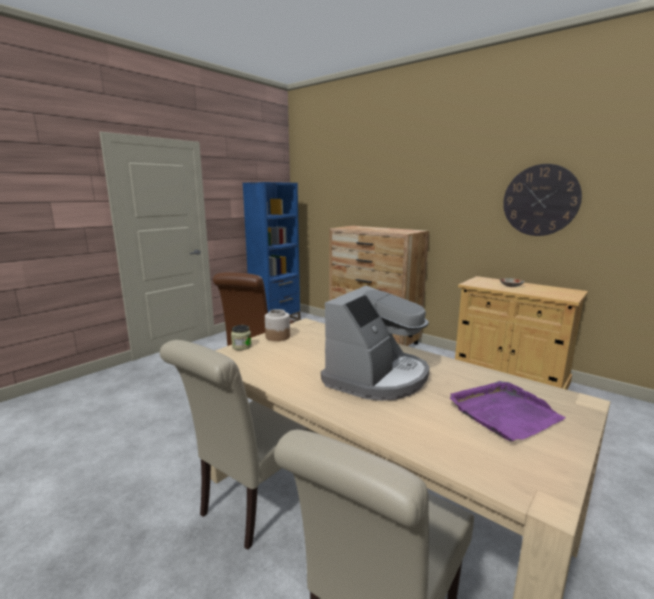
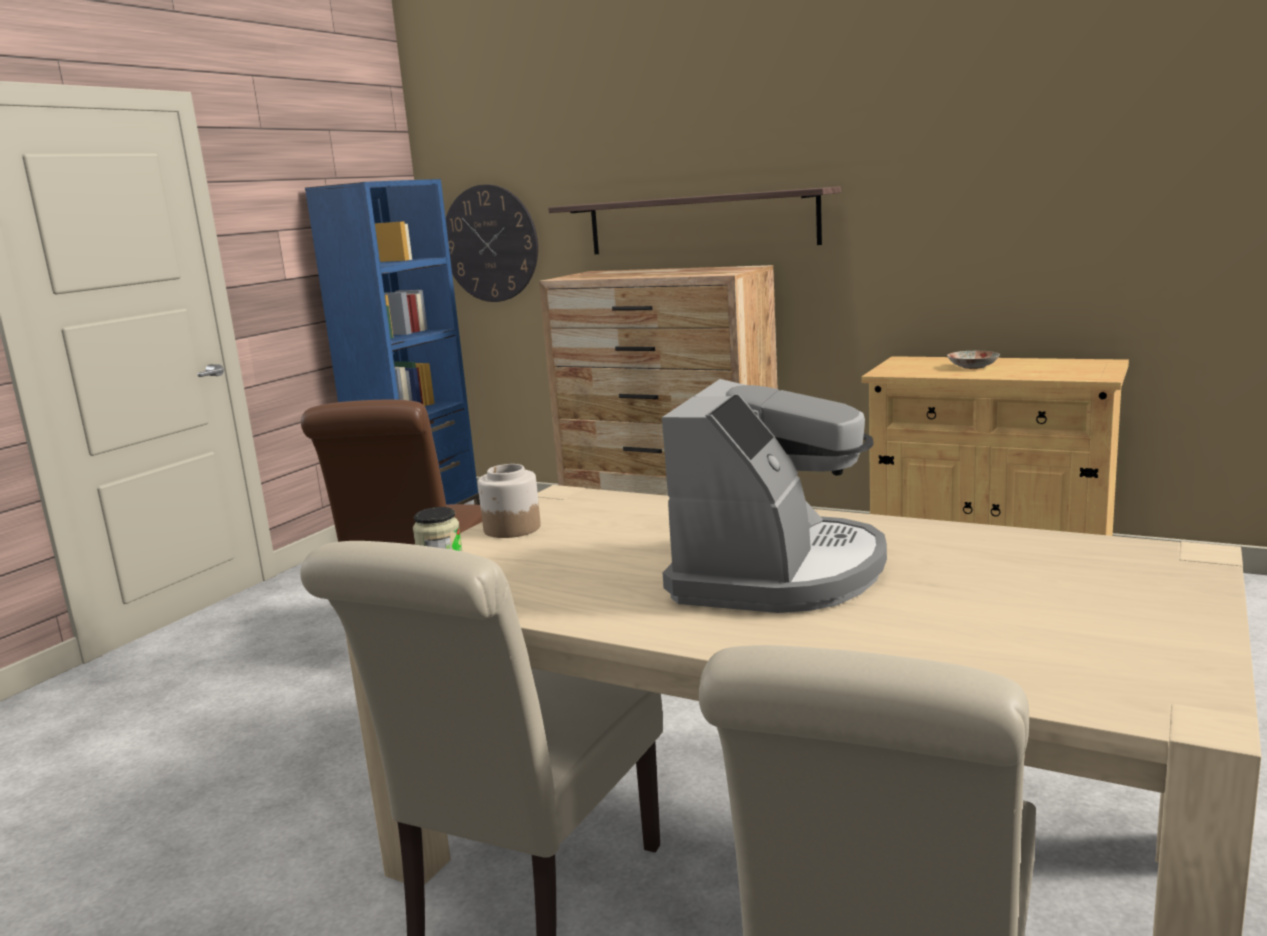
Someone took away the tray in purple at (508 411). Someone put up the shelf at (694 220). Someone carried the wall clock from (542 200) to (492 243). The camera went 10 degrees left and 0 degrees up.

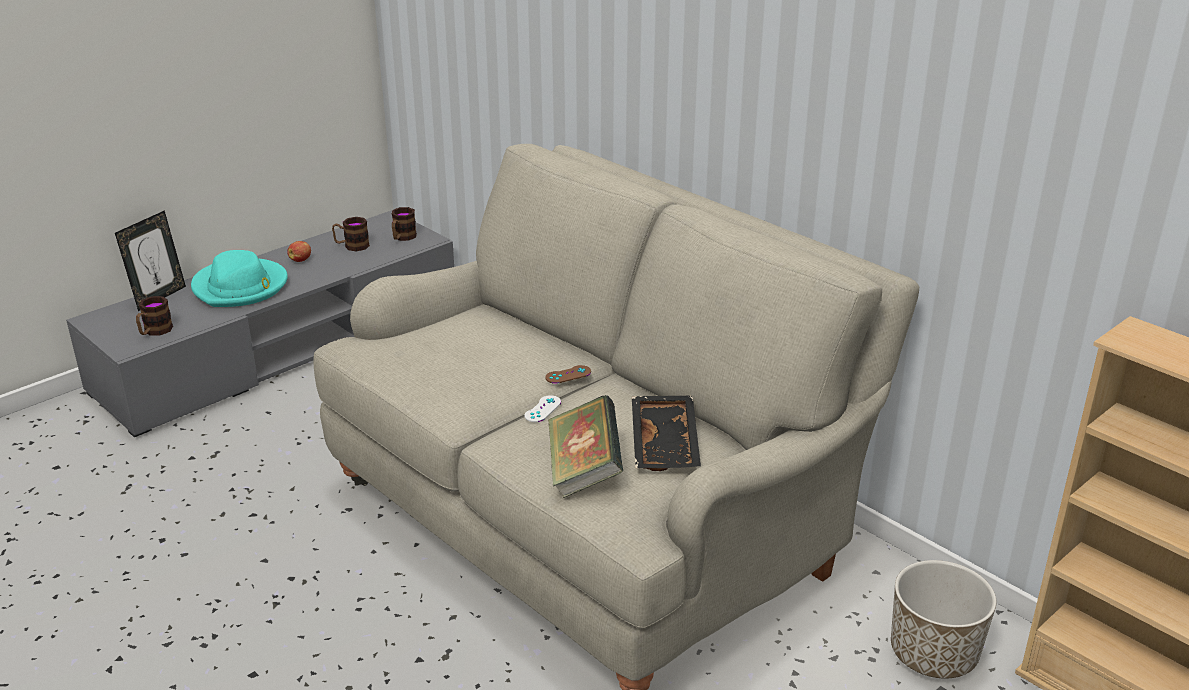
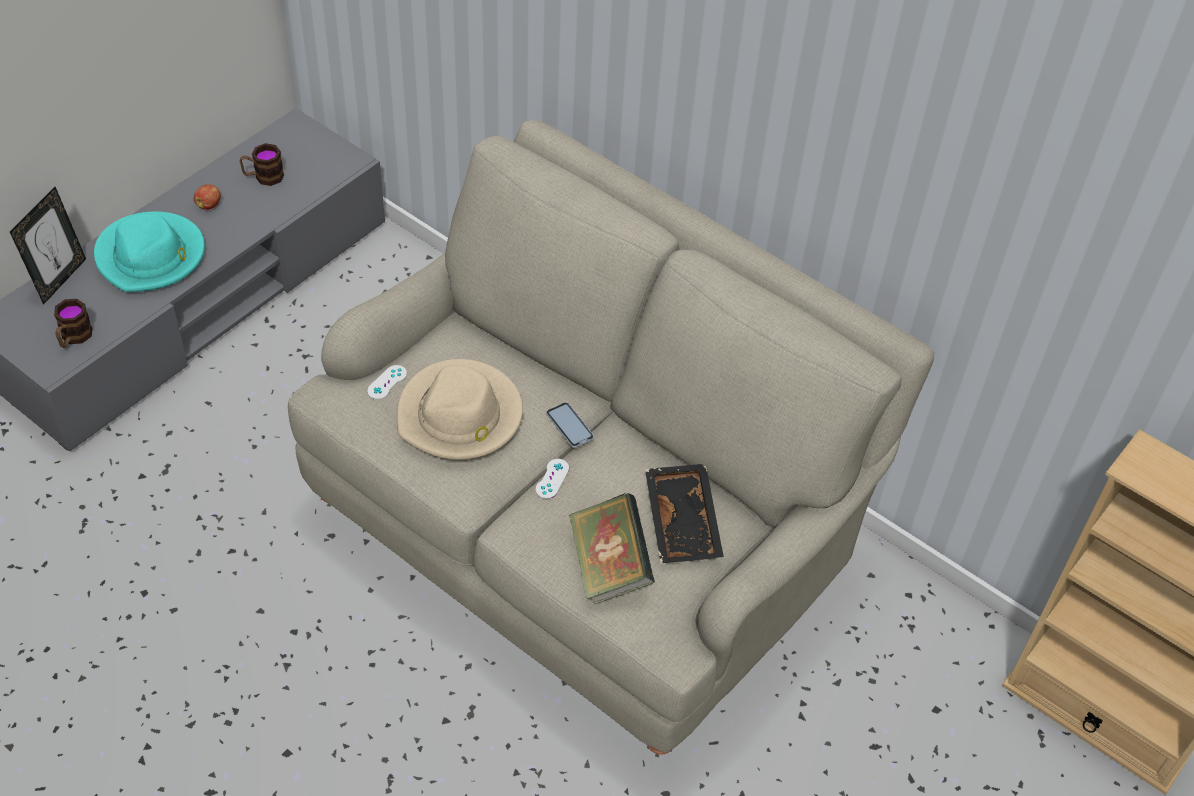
Someone took away the mug at (404 224). Someone took away the planter at (944 619). Someone put down the game controller in white at (387 382). Someone put down the hat in beige at (460 409). Someone swapped the game controller in brown at (568 374) for the phone at (570 425). The camera went 10 degrees left and 20 degrees up.

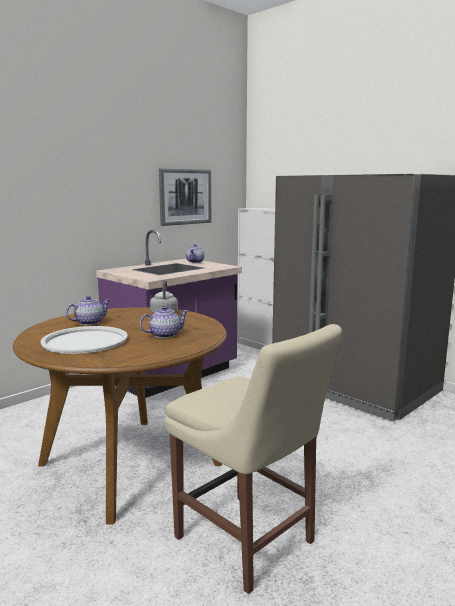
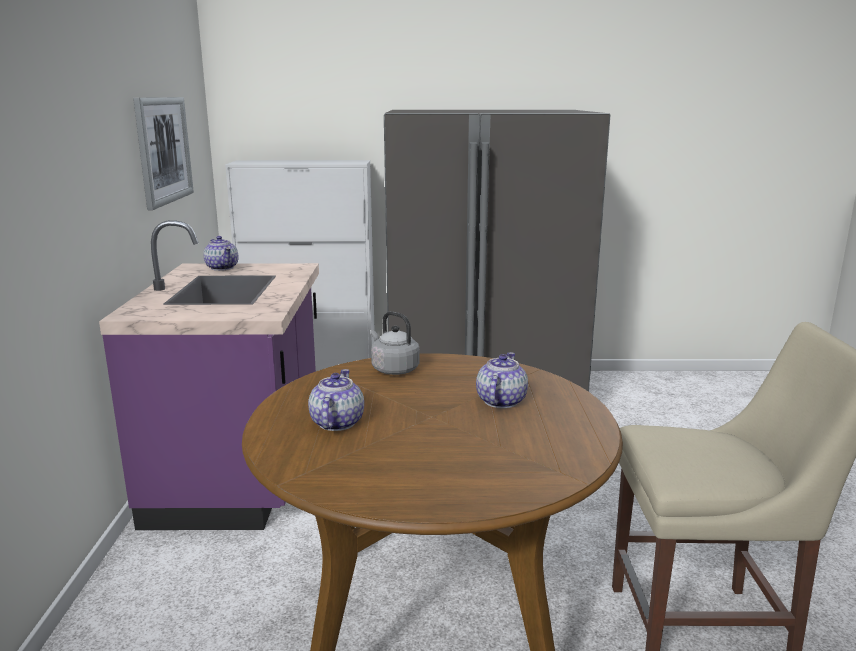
Someone took away the tray in white at (84 340). The camera went 45 degrees left and 5 degrees up.

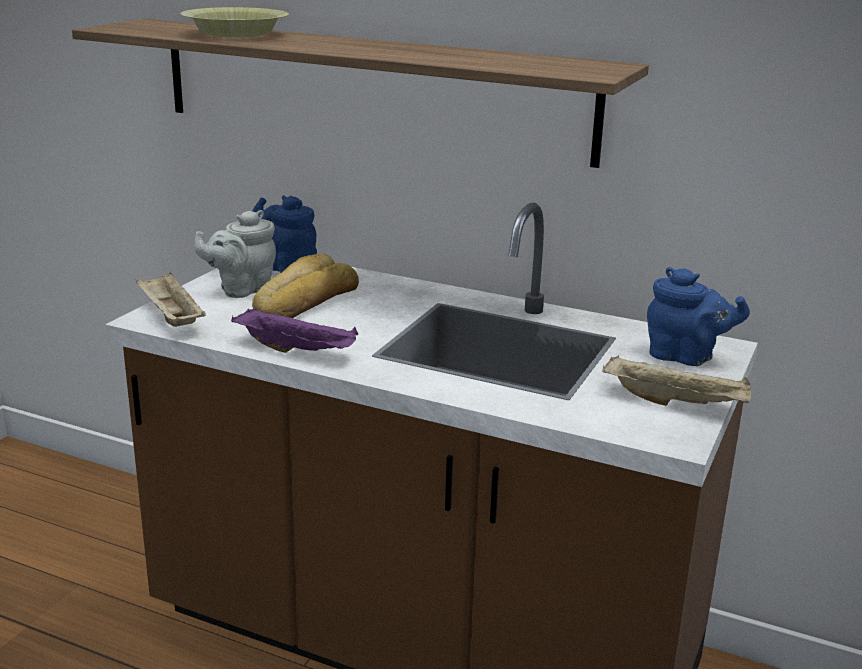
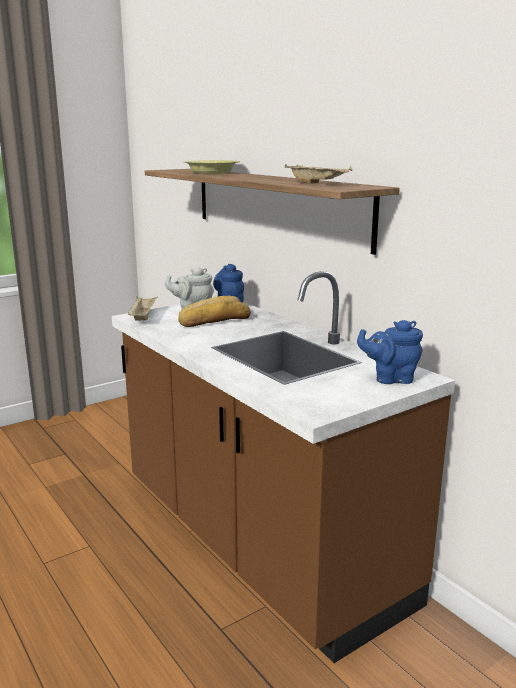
Someone took away the tray in purple at (294 330). Someone carried the tray in beige from (676 380) to (318 174). Someone rotated the teapot in blue at (698 316) by 120 degrees clockwise. The camera went 30 degrees right and 5 degrees down.

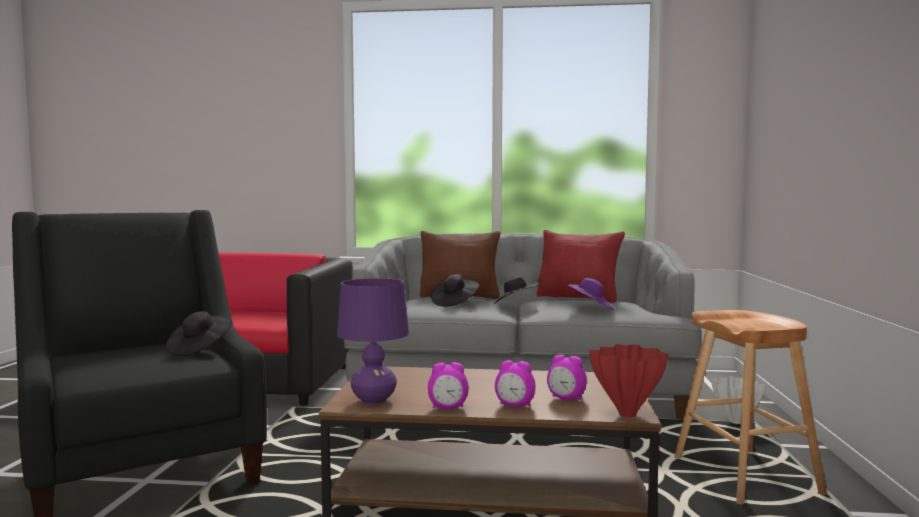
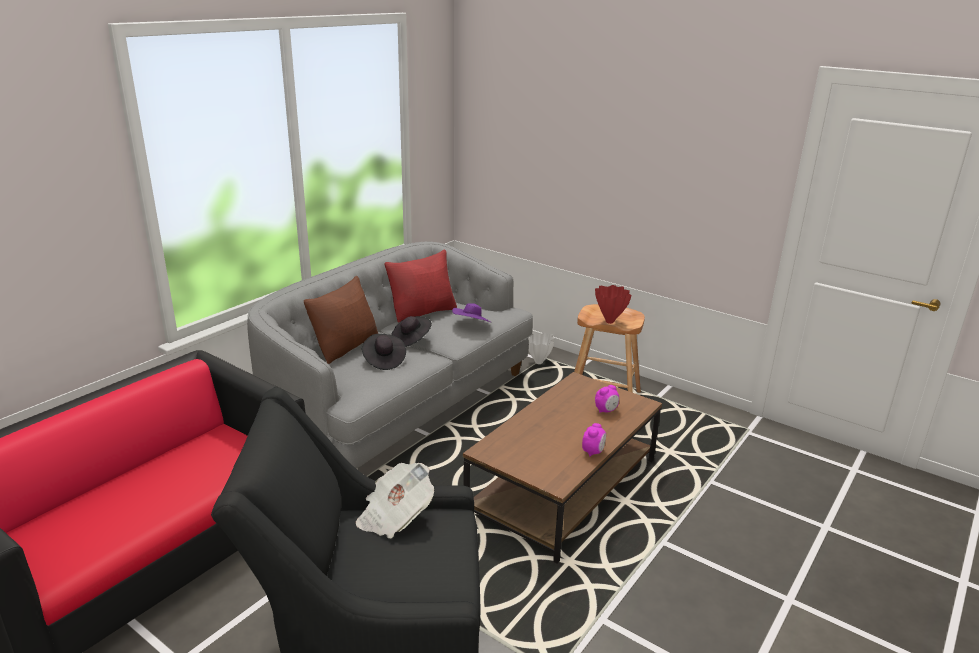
Someone took away the table lamp in purple at (373 341). Someone took away the alarm clock at (515 383). Someone carried the vase in red from (628 381) to (613 304). Someone swapped the hat in black at (199 333) for the newspaper at (395 500). The camera went 60 degrees left and 20 degrees up.

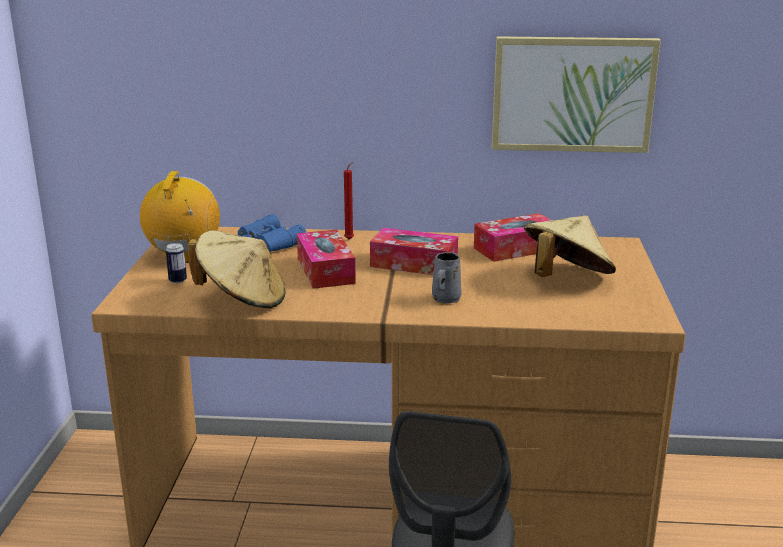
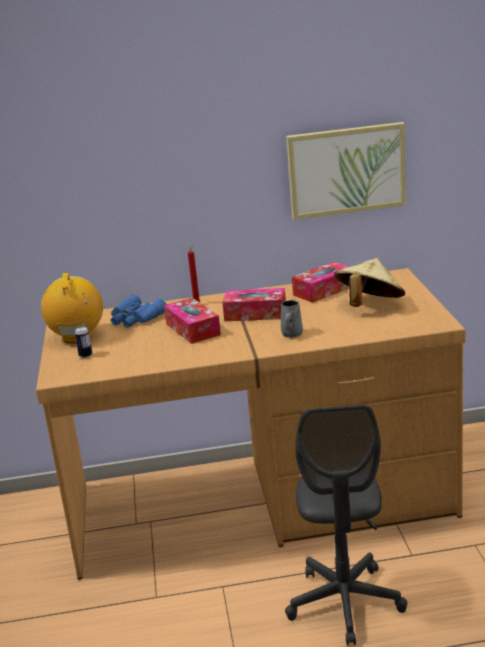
Someone took away the hat in beige at (237 269). The camera went 10 degrees left and 0 degrees up.

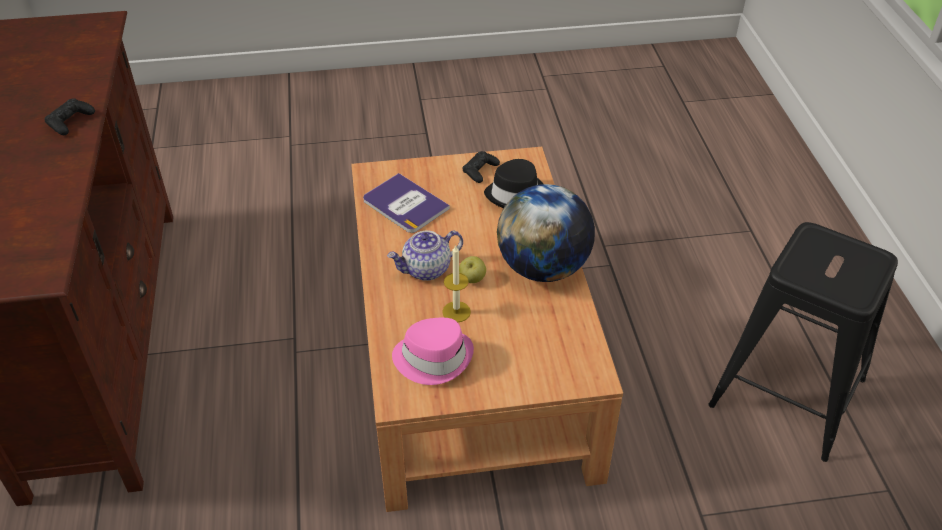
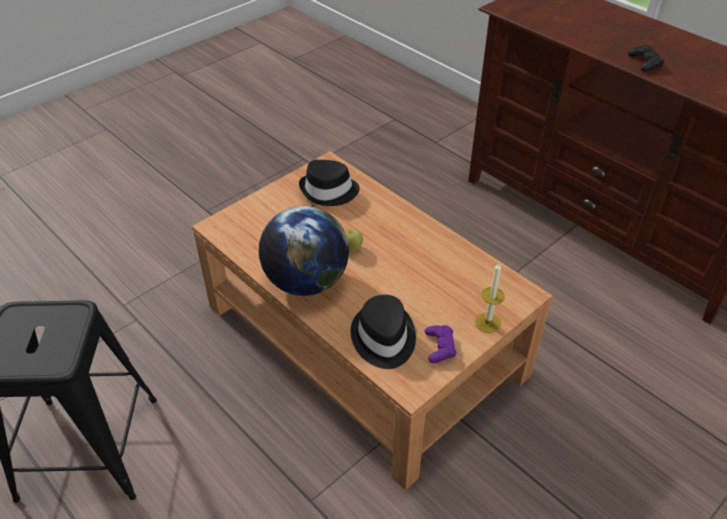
Someone took away the book at (406 203). Someone took away the teapot at (425 256). Someone carried the candle from (456 283) to (490 298). Someone repainted the hat in pink at (433 351), which became the hat in black at (329 183). Someone repainted the game controller in black at (481 167), which became the game controller in purple at (441 344). The camera went 145 degrees right and 0 degrees up.

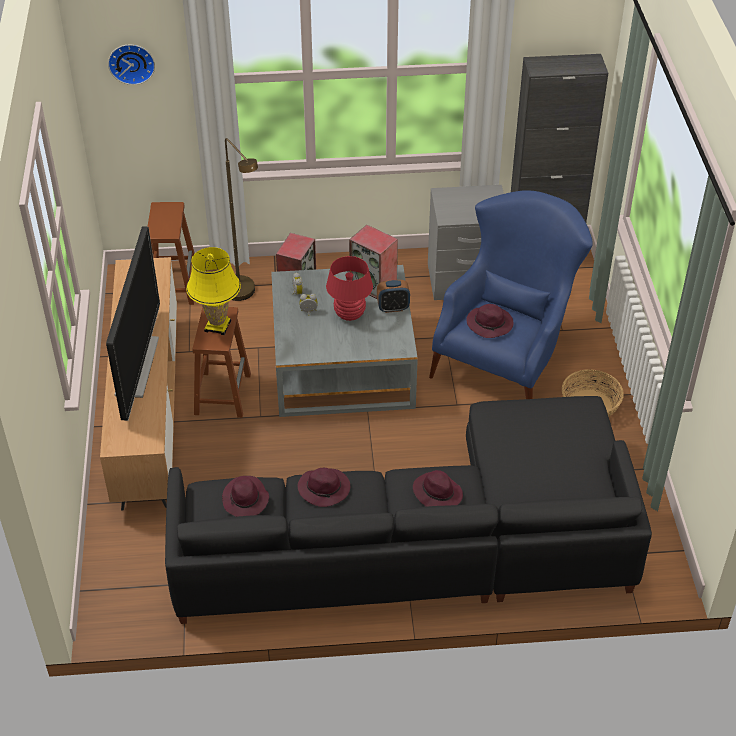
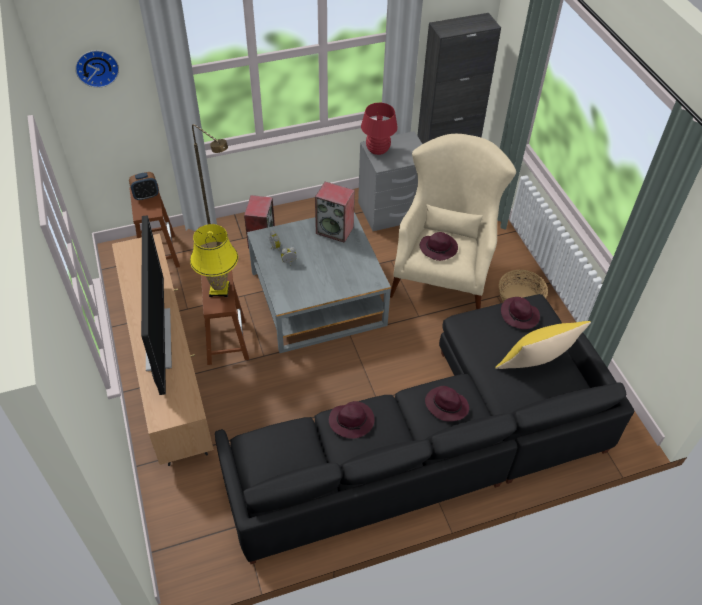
Someone put down the pillow in yellow at (543 345). Someone carried the hat in purple from (245 496) to (520 313). Someone carried the table lamp in red from (349 288) to (379 129). Someone carried the alarm clock from (393 296) to (144 186). Someone repainted the armchair in blue at (511 294), which became the armchair in beige at (453 221). The camera went 15 degrees left and 5 degrees up.

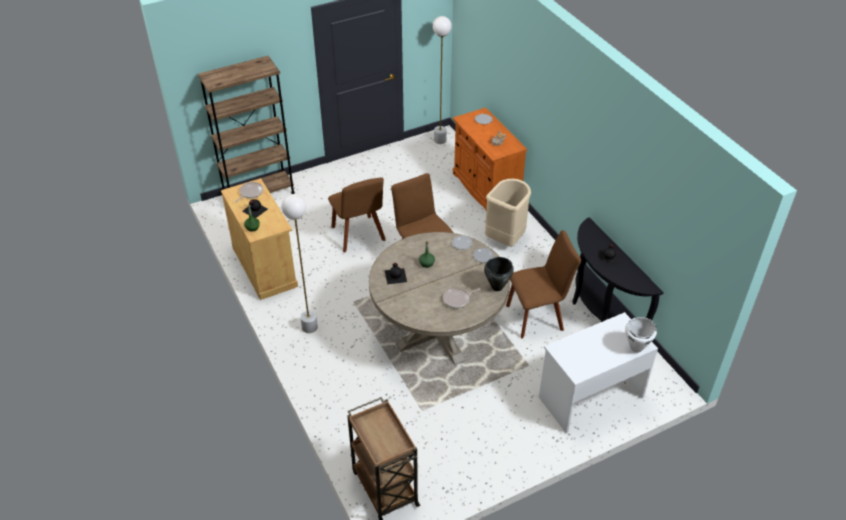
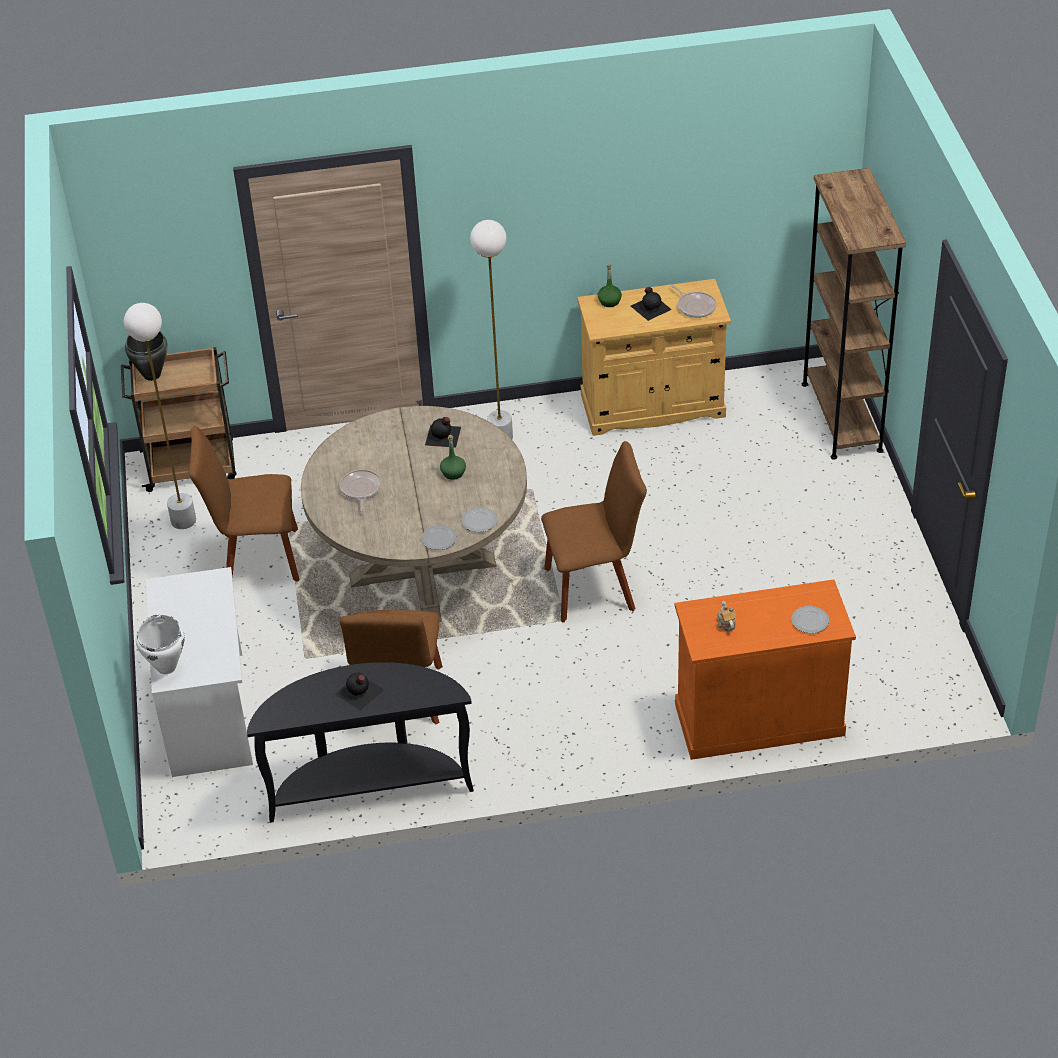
Someone took away the trash can in beige at (508 213). Someone carried the chair in brown from (357 214) to (244 504). Someone carried the floor lamp in white from (442 80) to (160 416). Someone carried the cooking pot in black from (499 274) to (146 356). The camera went 110 degrees right and 0 degrees up.

